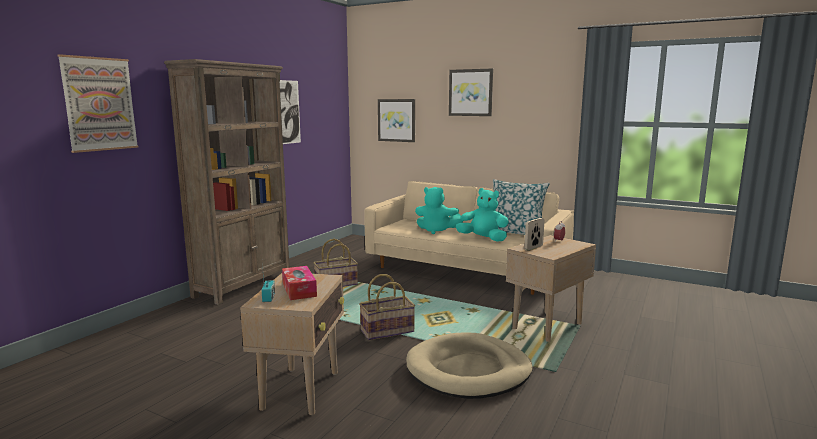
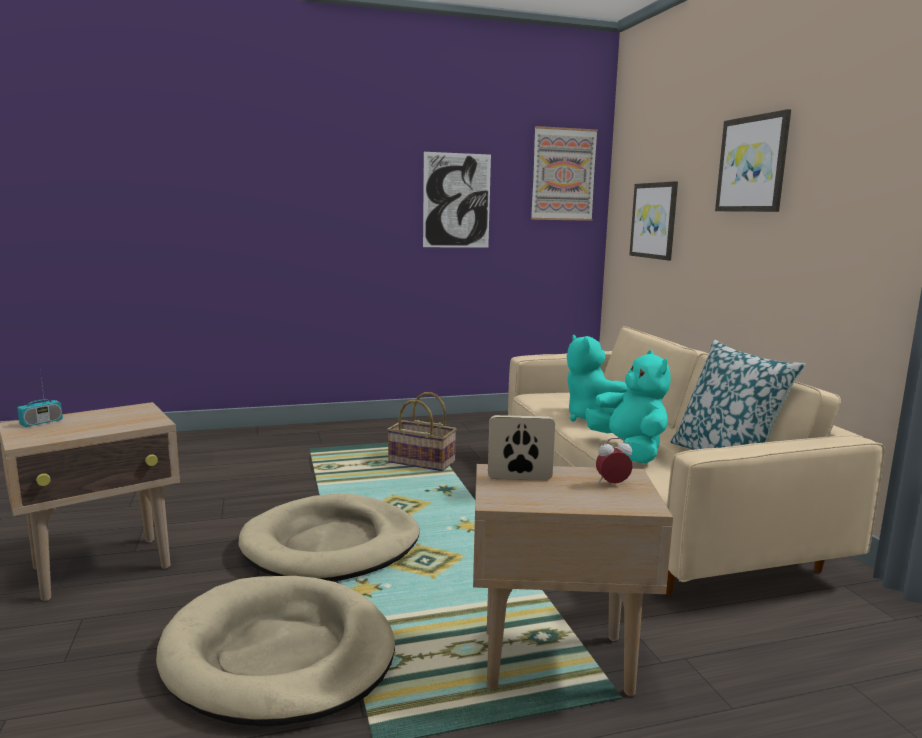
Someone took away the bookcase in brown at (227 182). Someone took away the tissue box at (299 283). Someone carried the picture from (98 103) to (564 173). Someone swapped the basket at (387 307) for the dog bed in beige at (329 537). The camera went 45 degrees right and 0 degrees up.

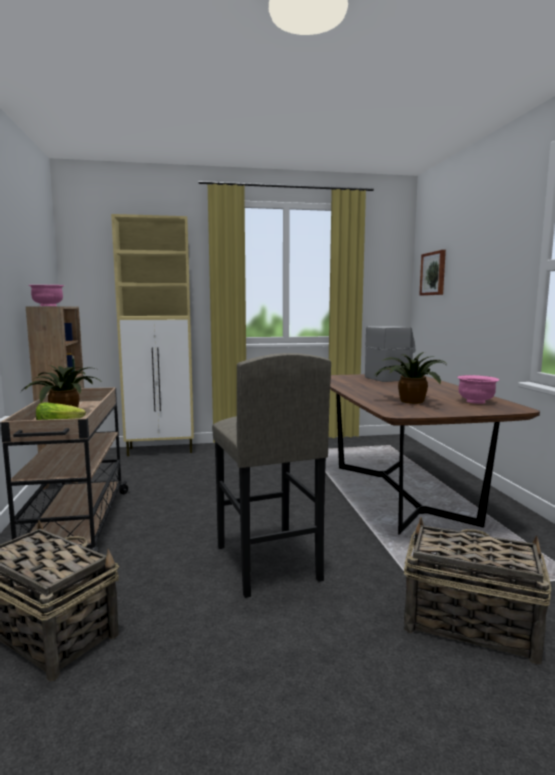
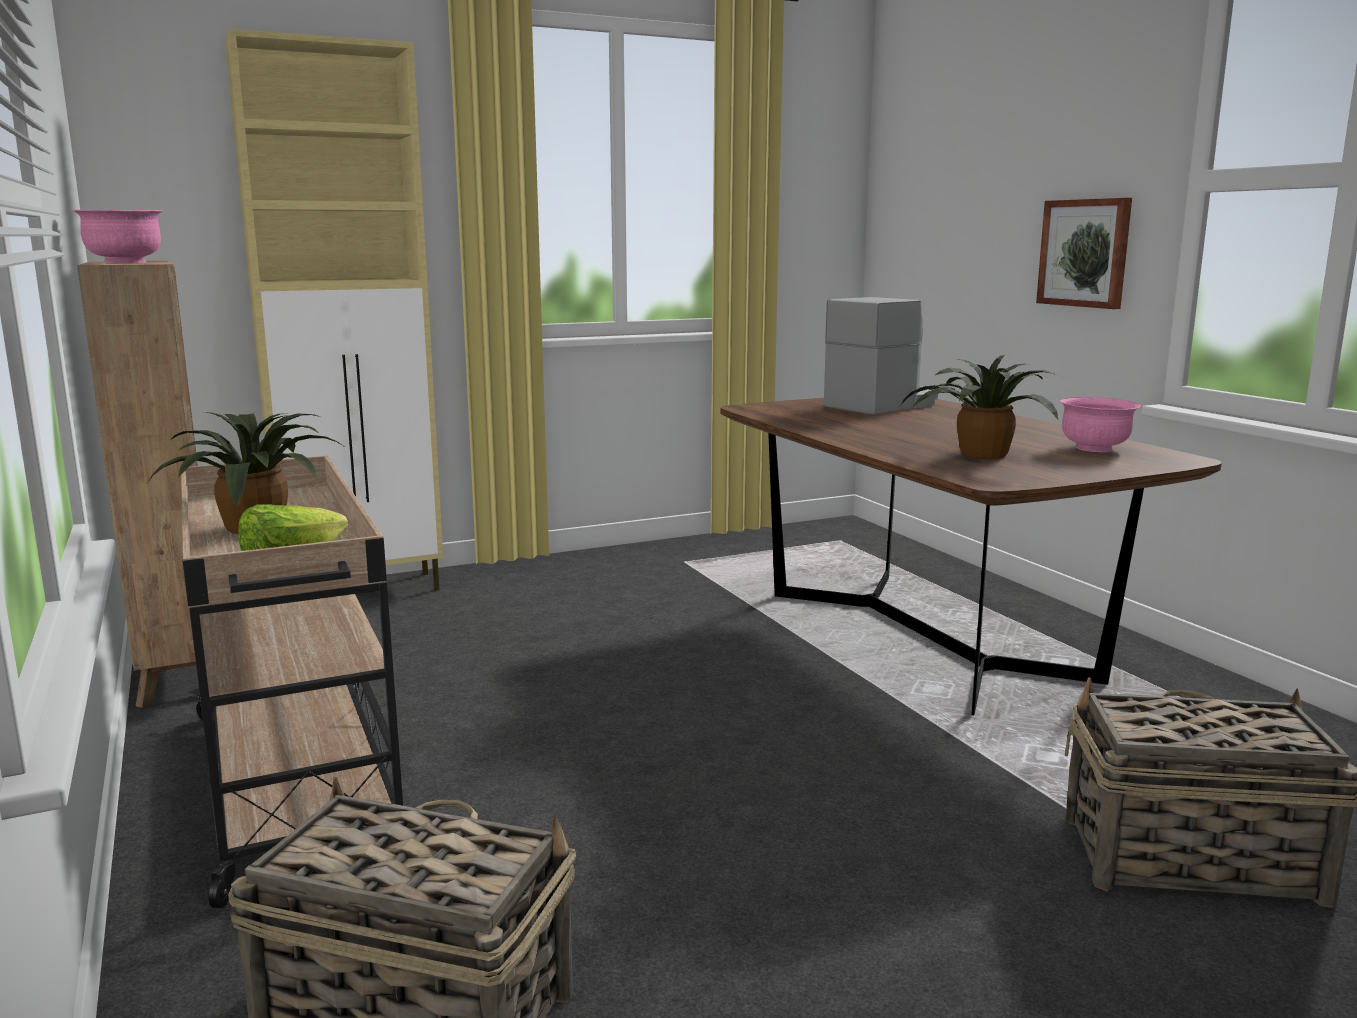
Someone took away the stool in grey at (271 475). Someone carried the picture from (432 273) to (1084 253). The camera went 15 degrees left and 5 degrees up.

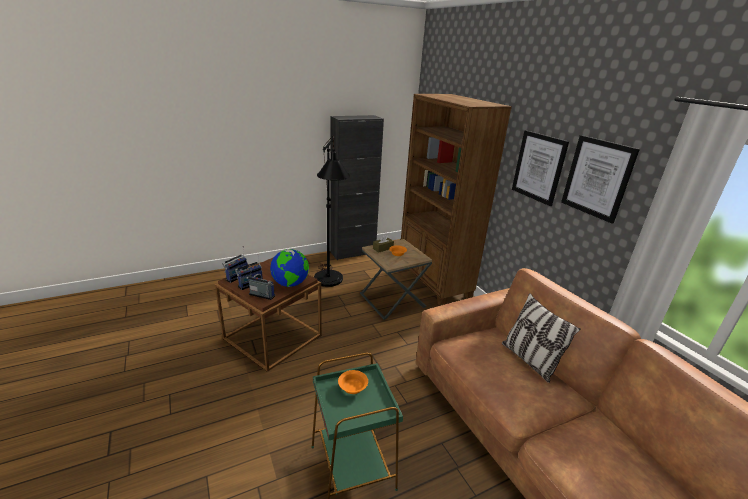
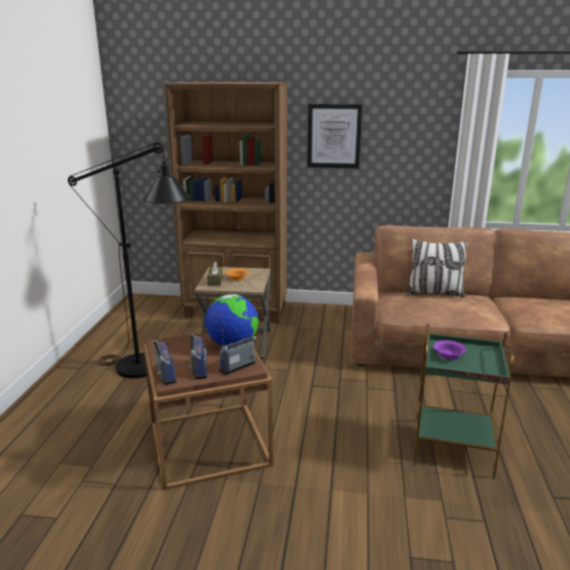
Someone took away the cabinet in black at (357 187). Someone took away the picture at (600 179). Someone repainted the bowl in orange at (353 382), which became the bowl in purple at (450 350). The camera went 55 degrees left and 5 degrees down.

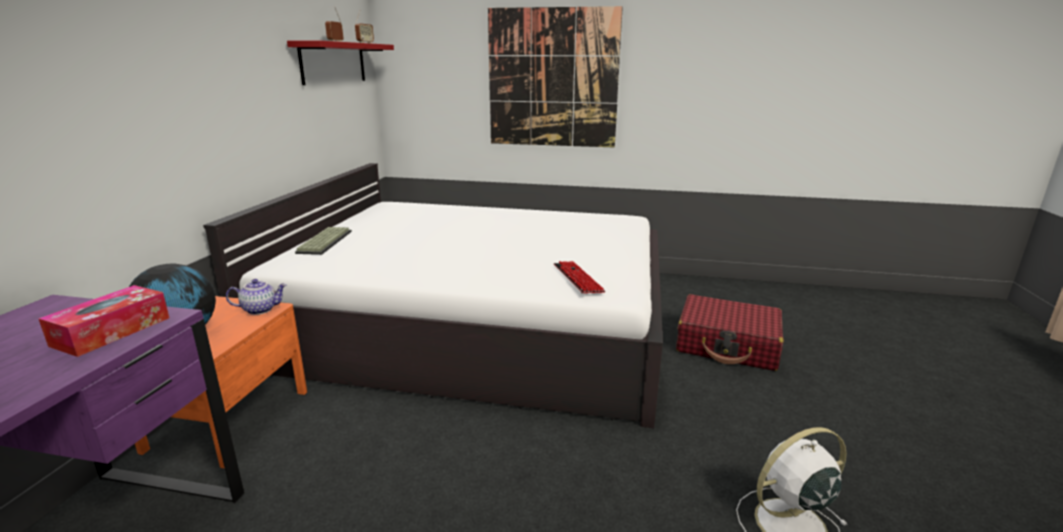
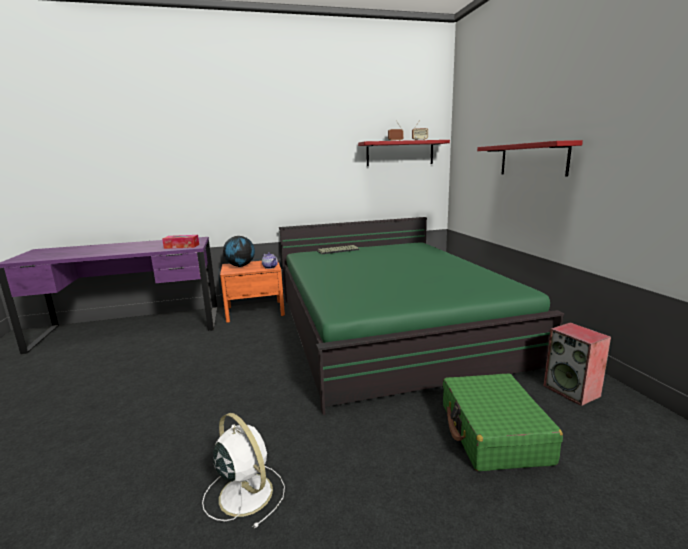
Someone took away the keyboard at (579 277). Someone put down the speaker at (577 364). Someone swapped the picture at (555 77) for the shelf in red at (530 158). Someone repainted the bed in white at (433 295), which became the bed in green at (421 316). Someone repainted the suitcase in red at (730 332), which became the suitcase in green at (503 422). The camera went 65 degrees right and 5 degrees down.

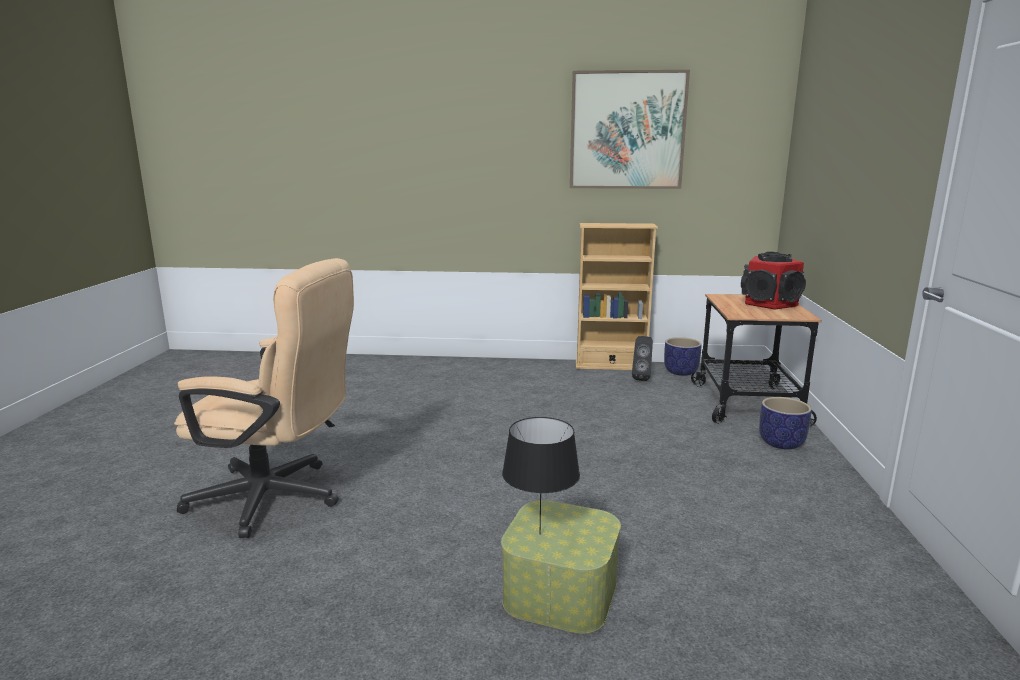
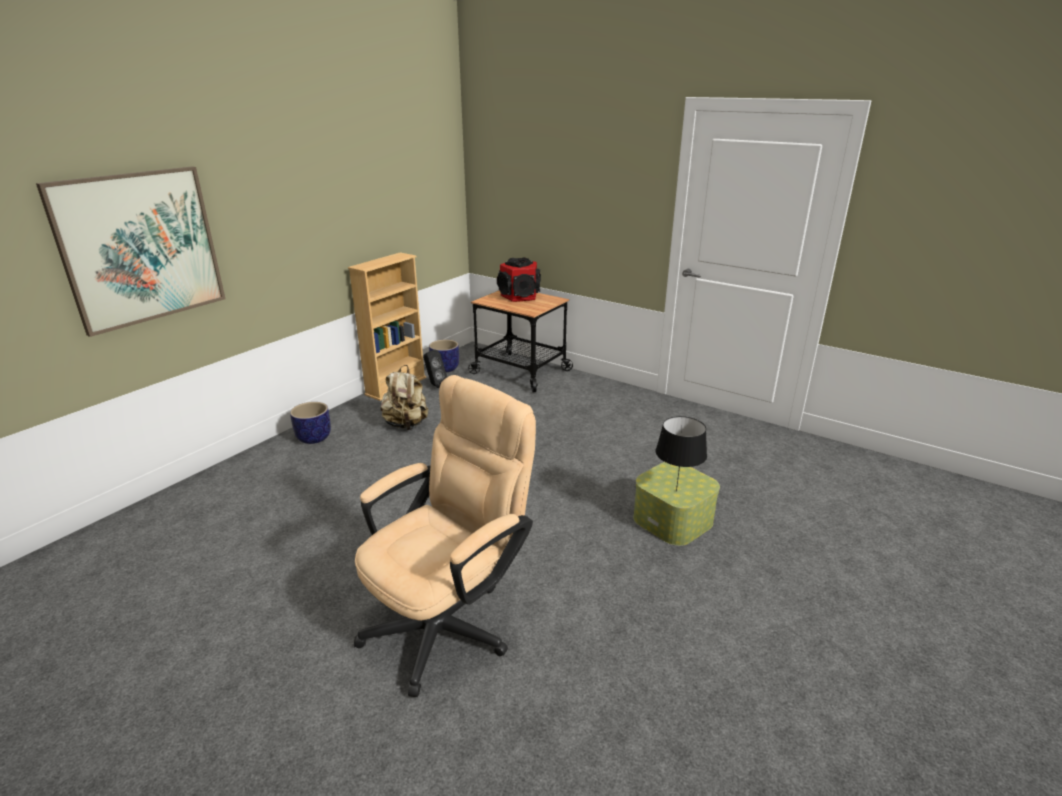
Someone put down the backpack in beige at (404 397). Someone carried the picture from (630 129) to (130 251). Someone carried the planter from (785 423) to (310 423). The camera went 60 degrees left and 10 degrees up.

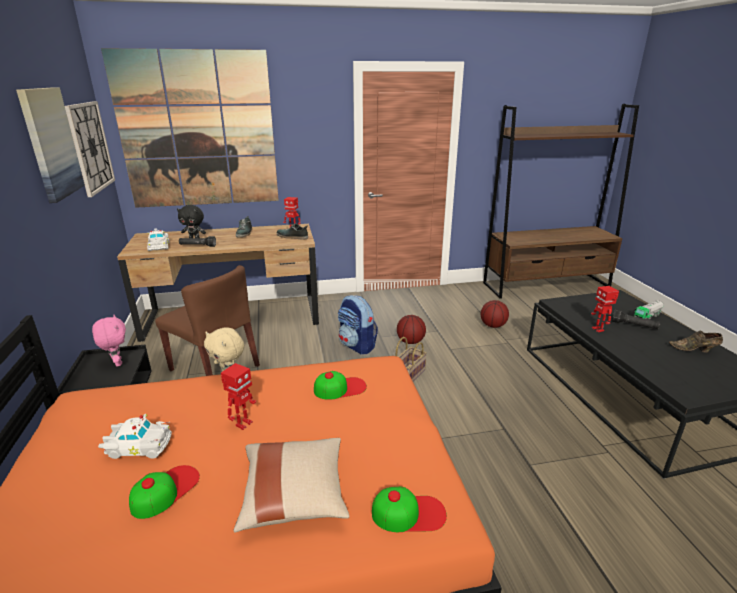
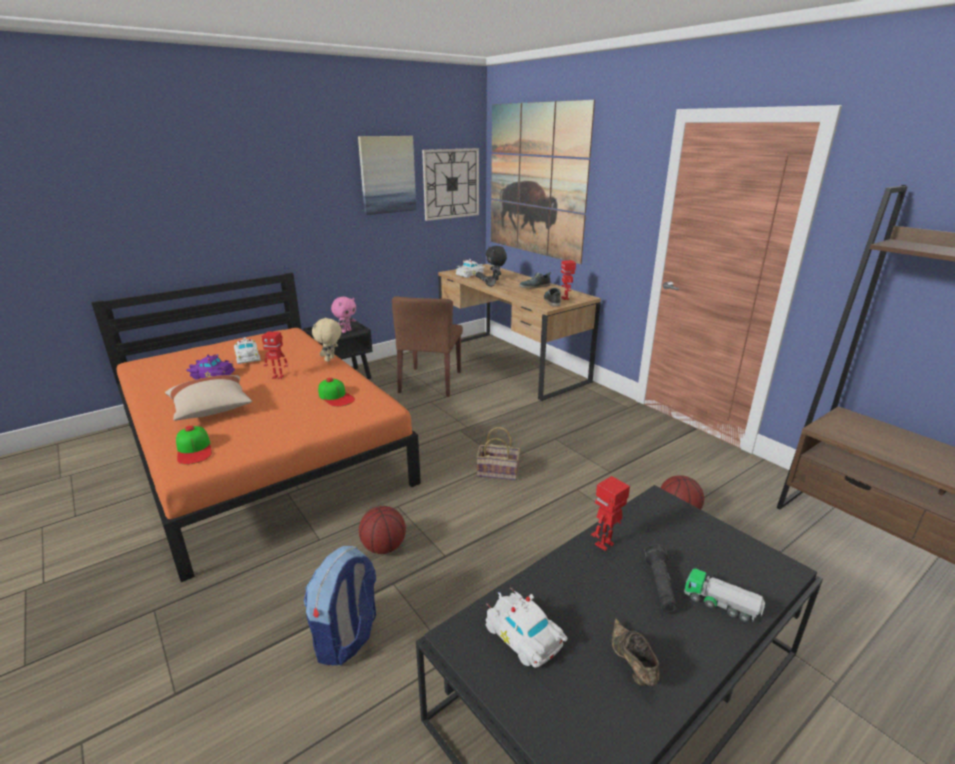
Someone put down the toy car in white at (527 627). Someone carried the backpack from (358 324) to (340 606). Someone carried the basketball from (411 329) to (382 530). Someone swapped the cap at (164 492) for the toy car in purple at (210 367). The camera went 65 degrees right and 0 degrees up.

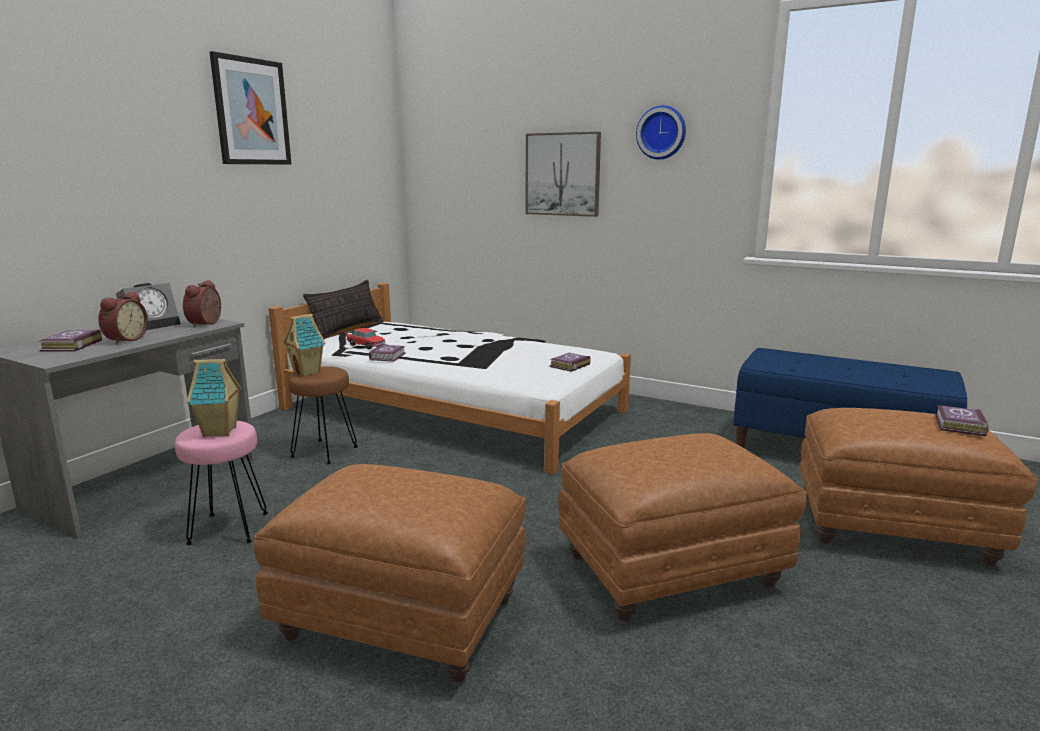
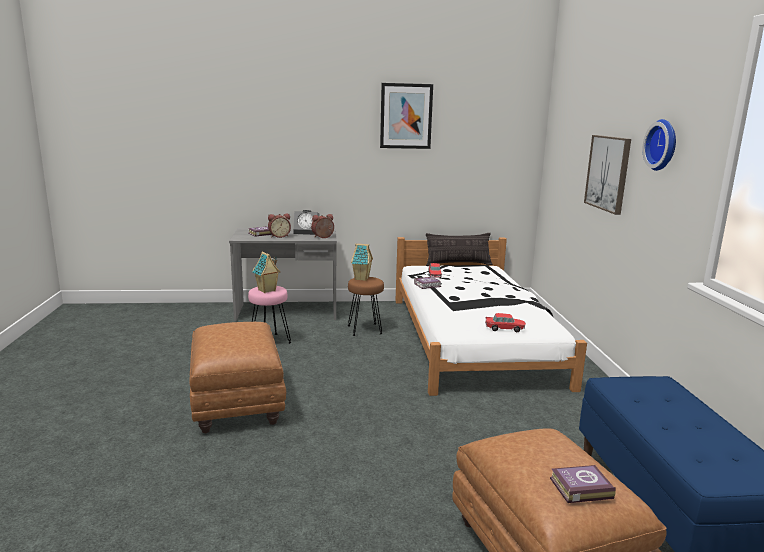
Someone took away the ottoman in brown at (682 527). Someone swapped the book at (570 362) for the toy car at (505 322). The camera went 55 degrees right and 0 degrees up.

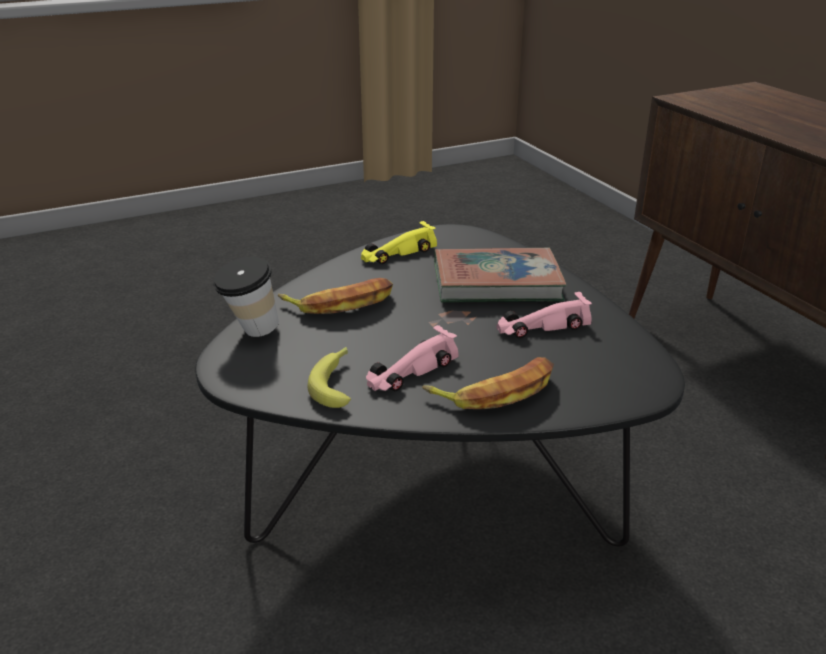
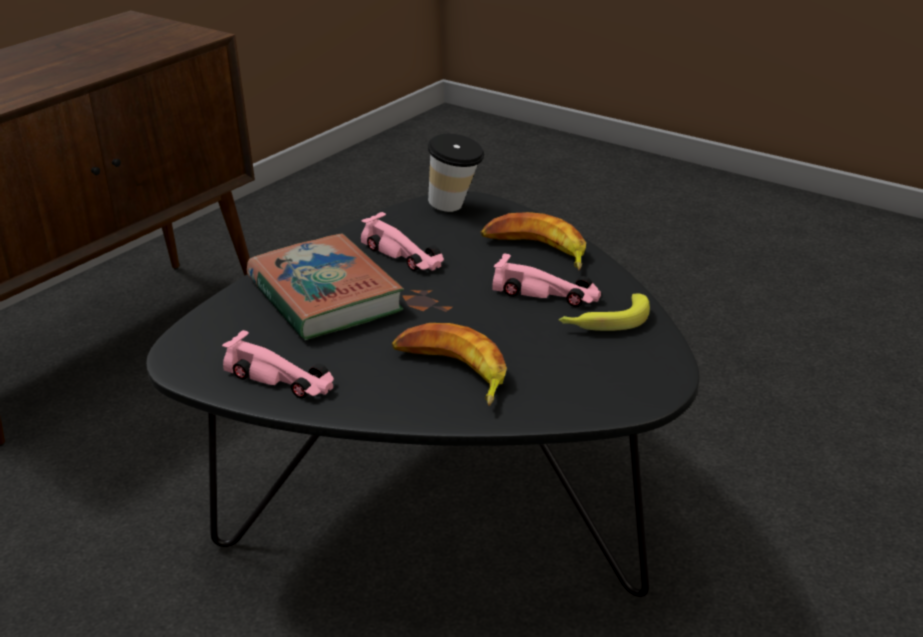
Someone carried the cup from (246 297) to (456 173). Someone repainted the toy car in yellow at (399 242), which became the toy car in pink at (278 364). The camera went 115 degrees left and 0 degrees up.

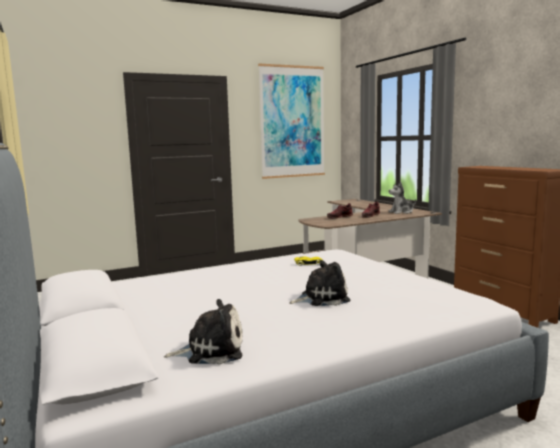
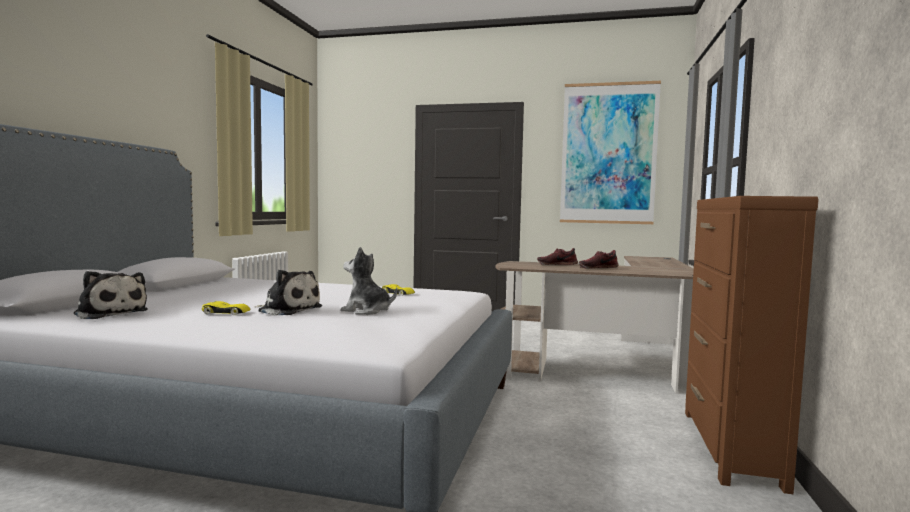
Someone put down the toy car in yellow at (226 308). Someone carried the plush toy from (402 197) to (369 281). The camera went 40 degrees right and 5 degrees down.

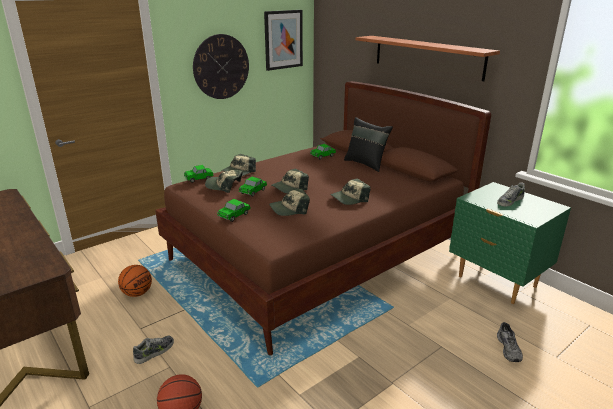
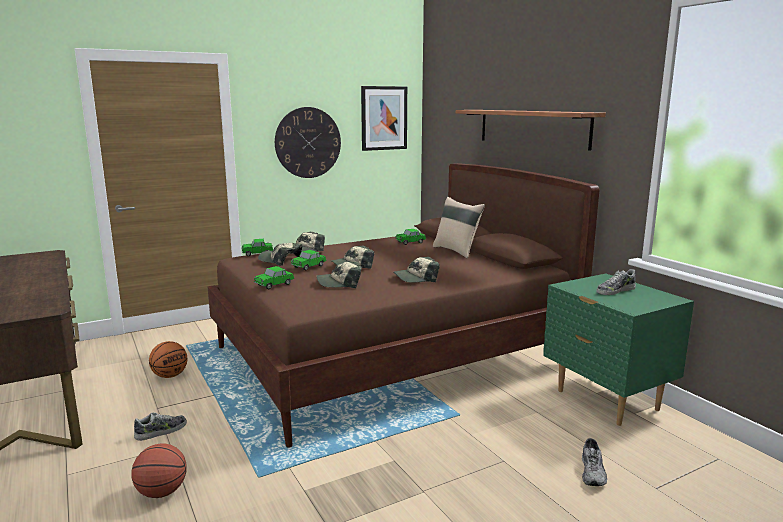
Someone repainted the pillow in black at (368 144), which became the pillow in beige at (459 227). The camera went 10 degrees right and 10 degrees down.

